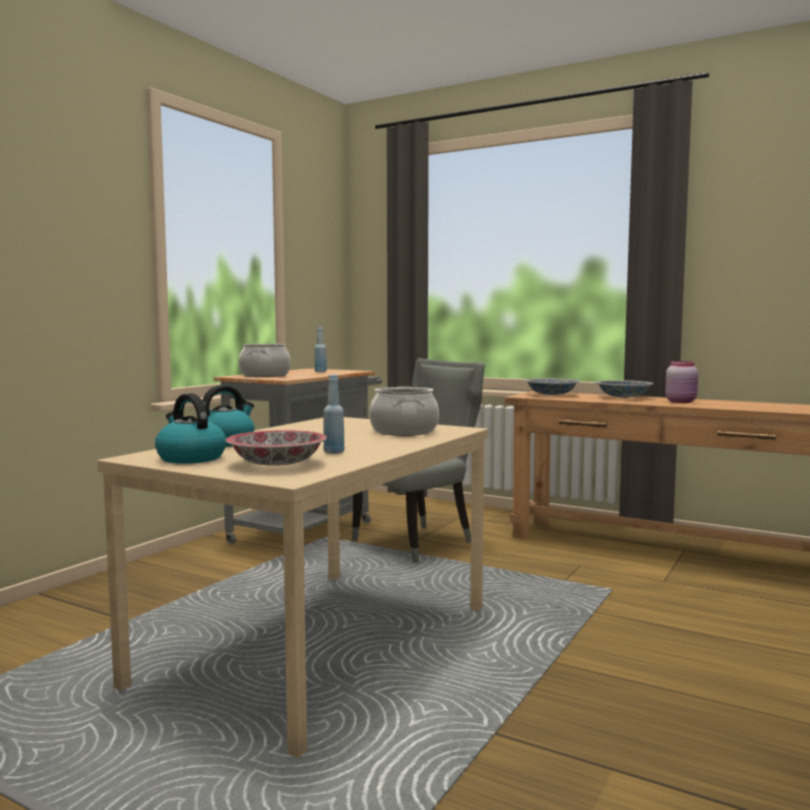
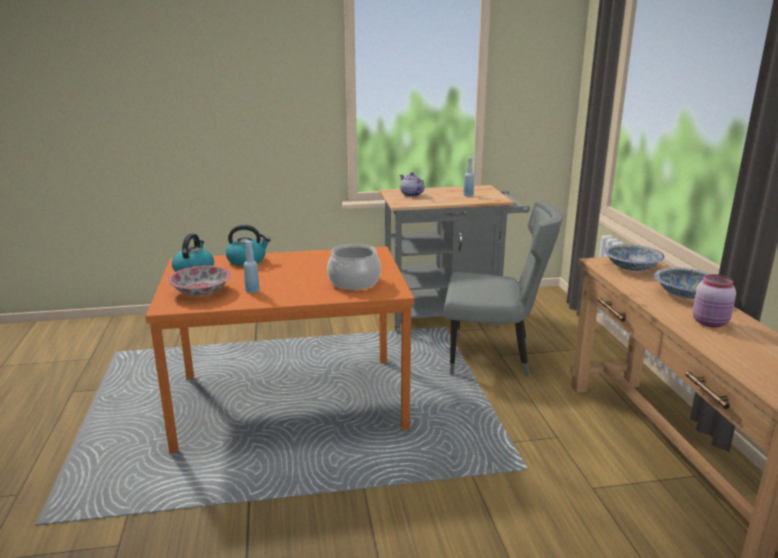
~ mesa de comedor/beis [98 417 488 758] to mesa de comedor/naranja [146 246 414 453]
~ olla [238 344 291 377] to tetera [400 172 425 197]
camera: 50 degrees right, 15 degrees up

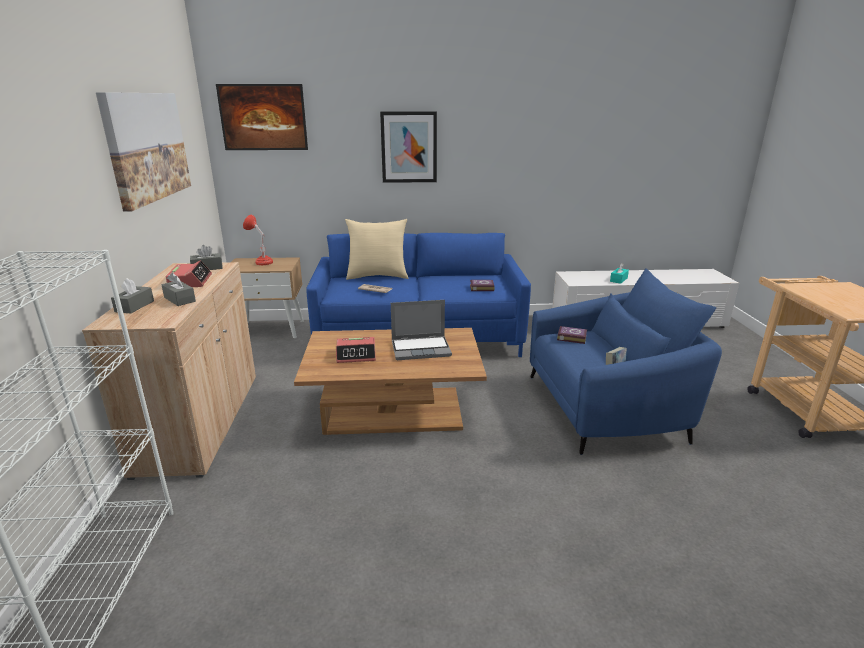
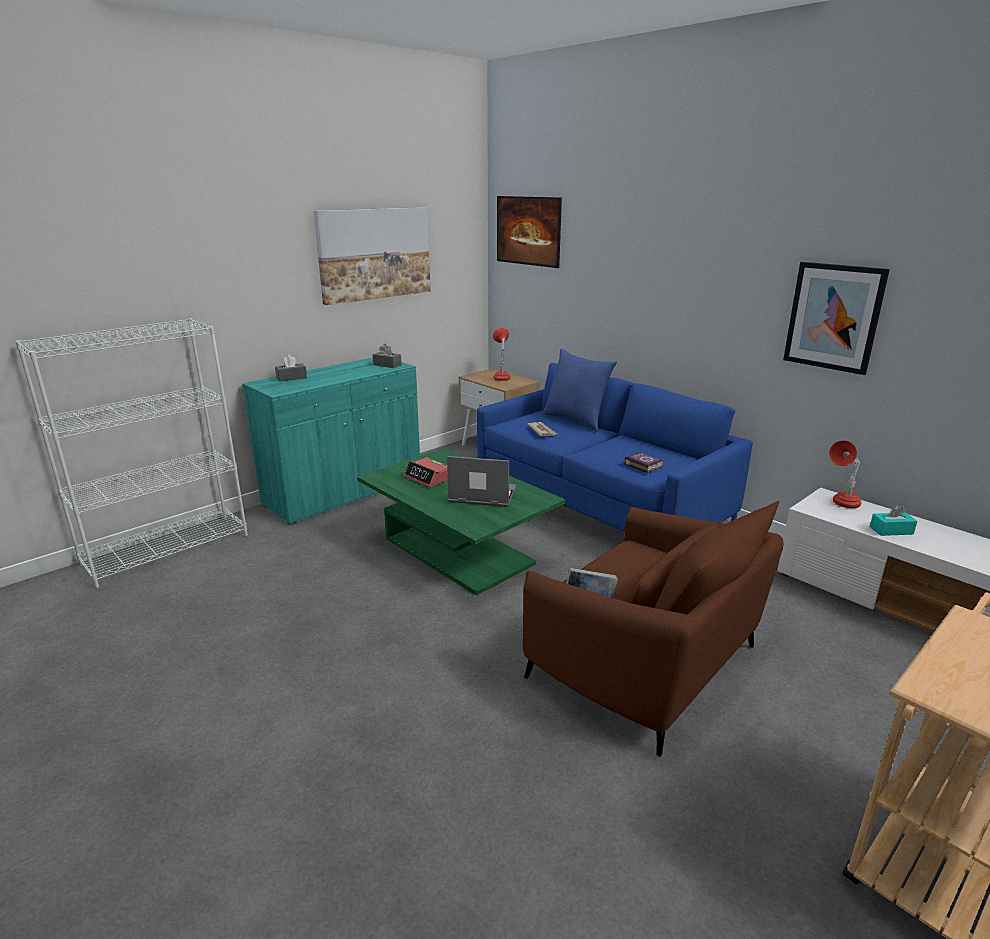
~ armario/beis [82 262 256 480] to armario/turquesa [242 358 420 525]
~ mesa de centro/marrón [294 328 487 435] to mesa de centro/verde [357 448 565 596]
~ portátil [391 300 452 360] = [447 456 516 507] 150 degrees clockwise
~ sillón/azul [530 268 722 455] to sillón/marrón [523 501 783 757]
~ cojín/beis [345 219 409 280] to cojín/azul [543 349 617 432]
~ cuadro [380 111 437 183] to [783 262 890 375]
+ lámpara de mesa/rojo [829 441 862 508]
- caja de pañuelos/gris [162 273 196 306]
- despertador [166 260 212 287]
- libro [557 326 587 344]
camera: 50 degrees right, 0 degrees up

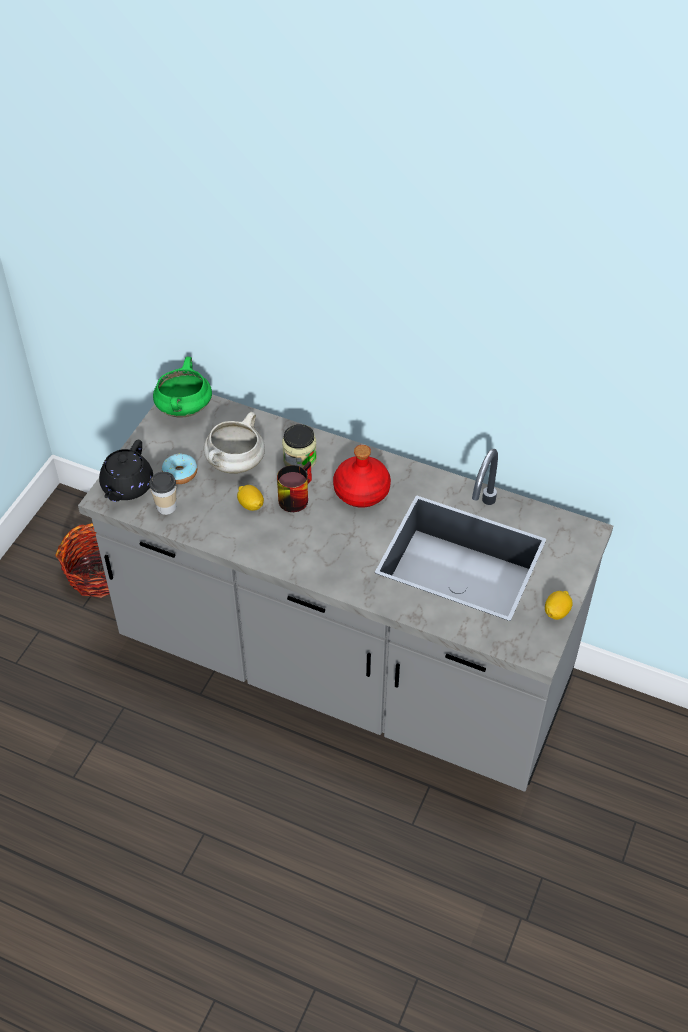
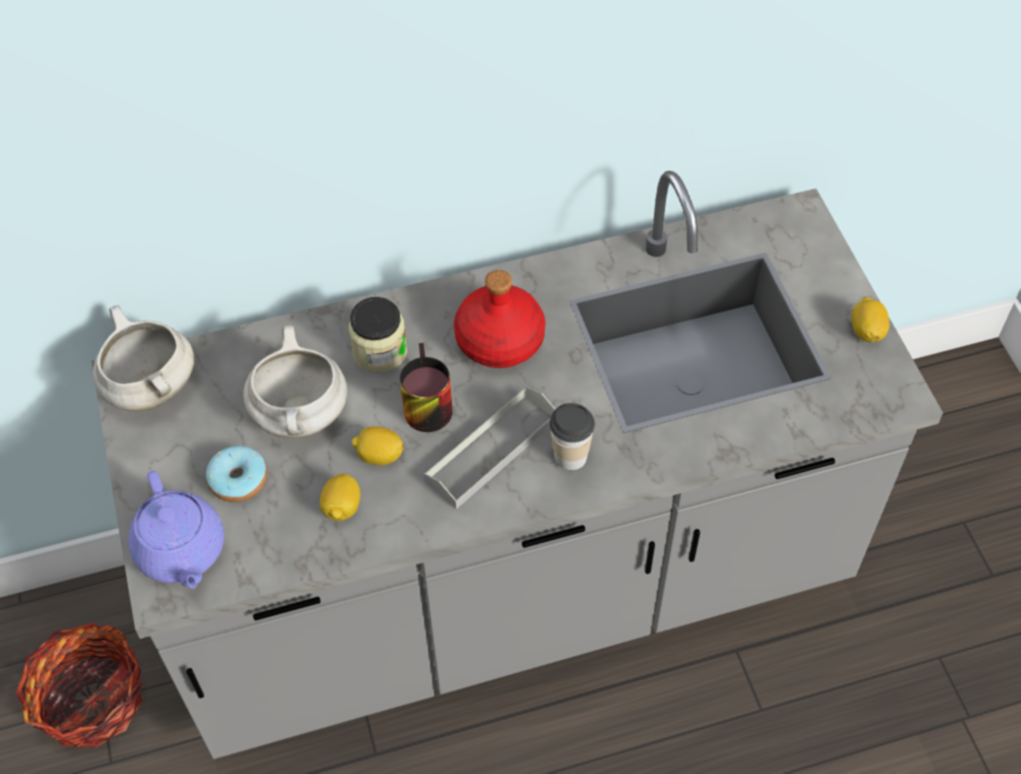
~ olla/verde [153 356 212 417] to olla/blanco [93 305 194 411]
~ tetera/negro [99 440 153 502] to tetera/morado [128 471 224 589]
+ limón [320 473 360 521]
+ bandeja/gris [424 386 555 509]
~ taza [149 472 176 515] to [550 403 595 470]
camera: 40 degrees left, 5 degrees up

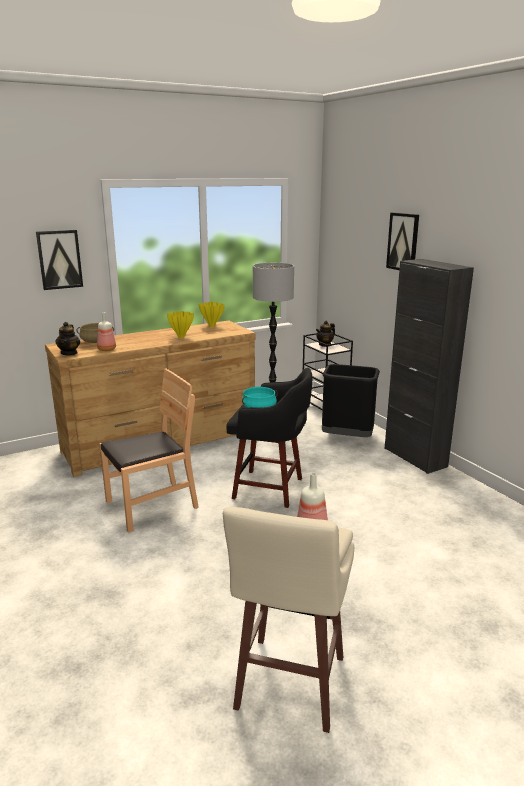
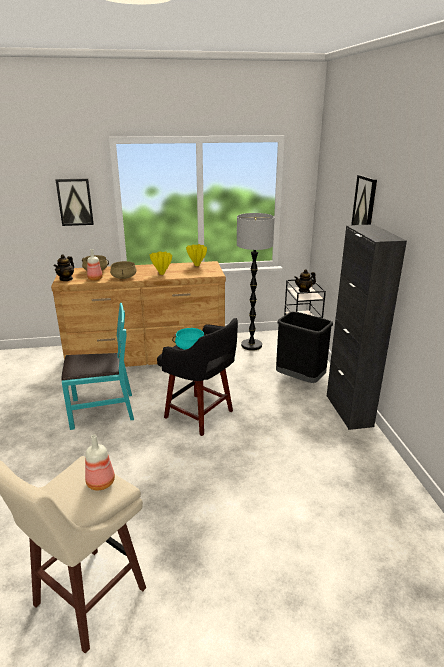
~ silla/marrón [99 368 199 533] to silla/turquesa [61 303 134 430]
+ olla/beis [110 261 137 279]
camera: 20 degrees right, 5 degrees up

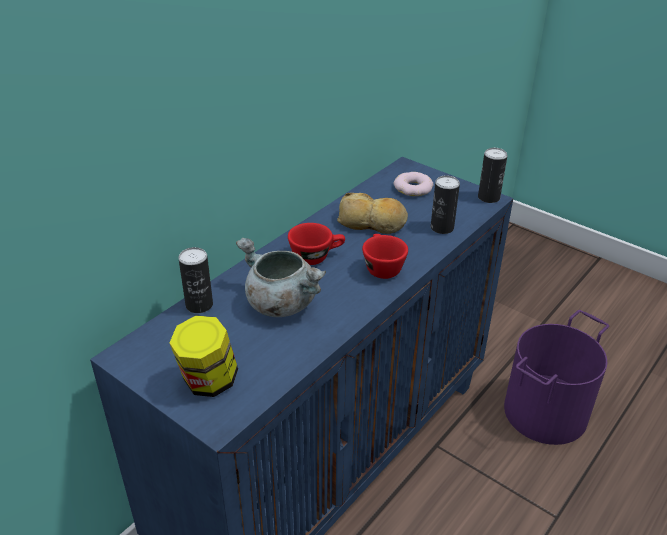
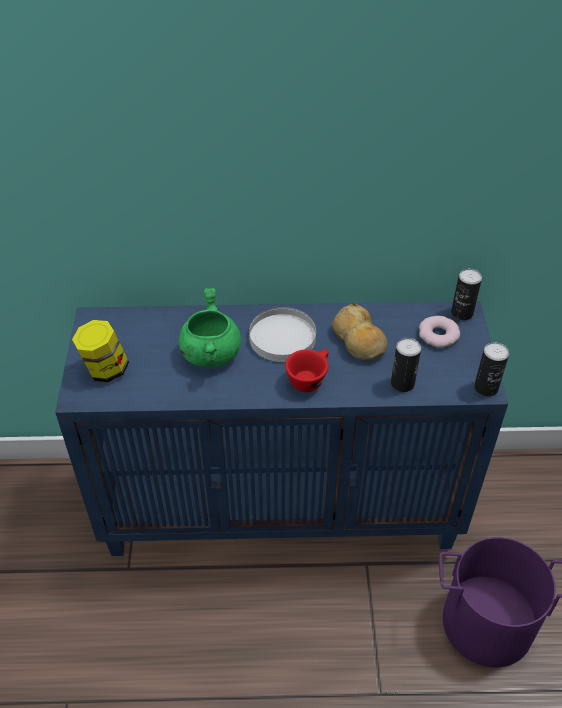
~ olla/gris [236 238 326 317] to olla/verde [178 288 241 367]
~ taza/rojo [288 223 345 265] to plato/blanco [249 307 316 362]
~ lata [178 247 213 313] to [451 268 482 321]
camera: 50 degrees right, 10 degrees up

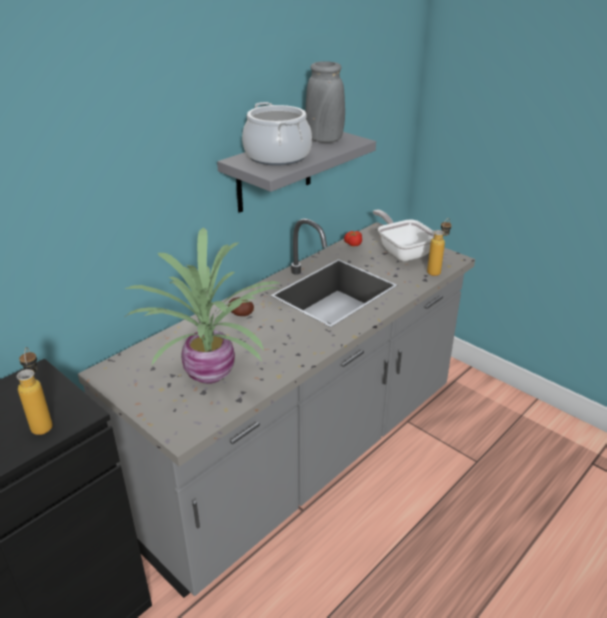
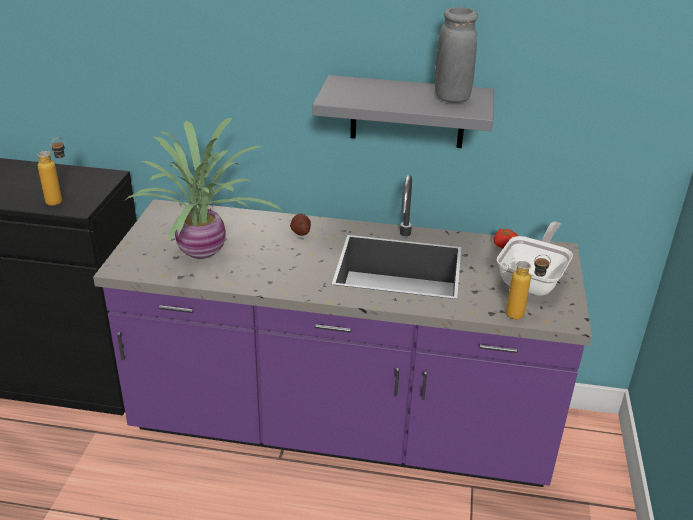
~ mueble bajo de cocina/gris [78 218 475 598] to mueble bajo de cocina/morado [93 175 592 487]
- olla [242 102 312 166]
camera: 55 degrees right, 0 degrees up

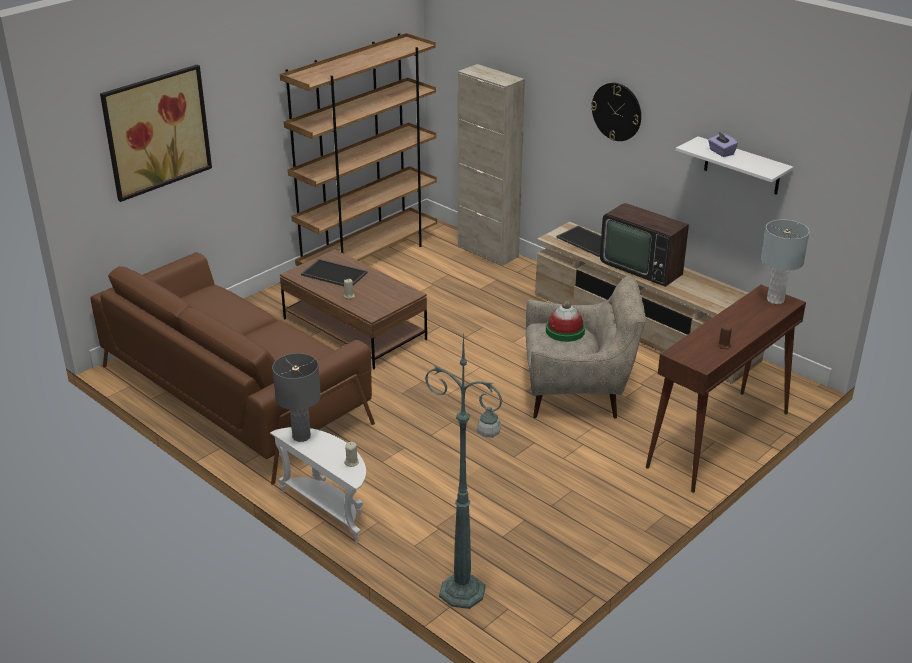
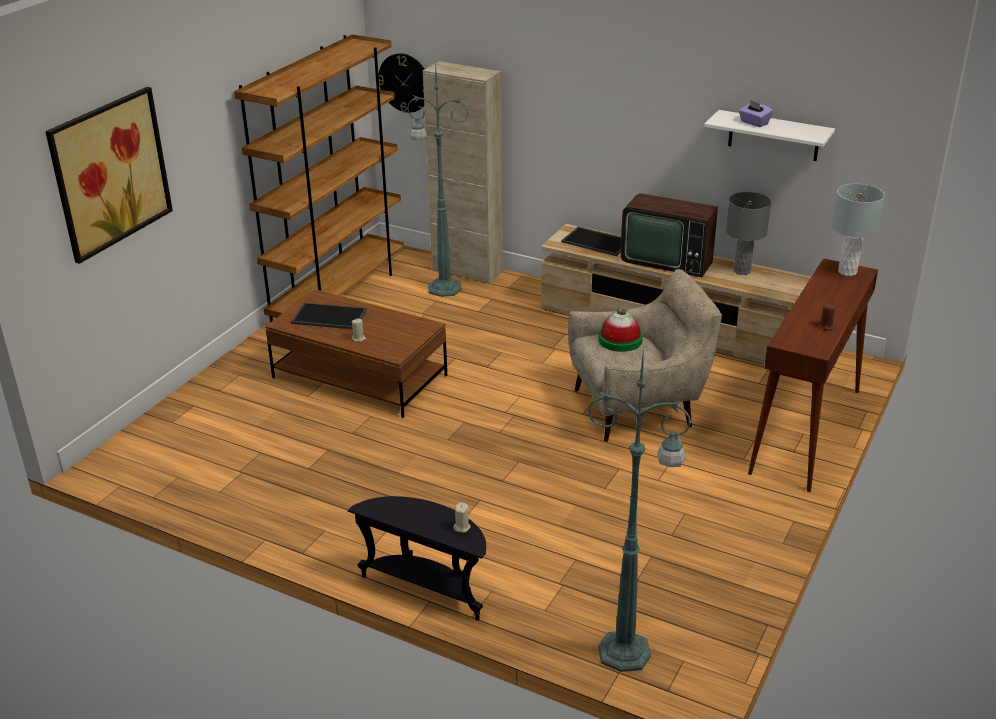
~ mesa auxiliar/blanco [270 427 366 543] to mesa auxiliar/negro [348 496 486 620]
~ reloj de pared [591 83 641 141] to [379 53 424 113]
+ lámpara de pie/verde [407 71 469 297]
~ lámpara de mesa/gris [272 353 321 442] to [726 192 771 275]
- sofá/marrón [91 252 375 485]
camera: 15 degrees left, 0 degrees up

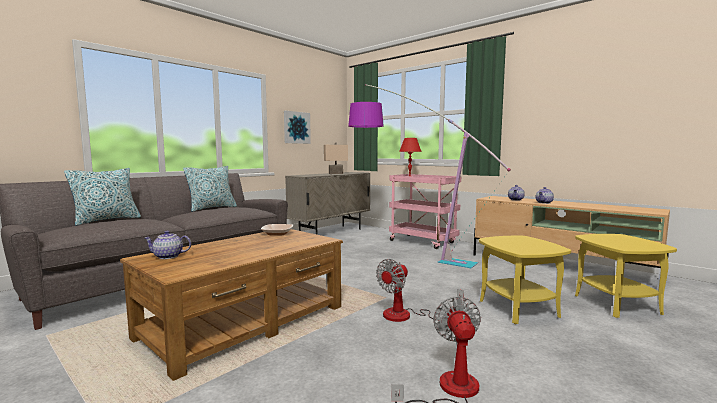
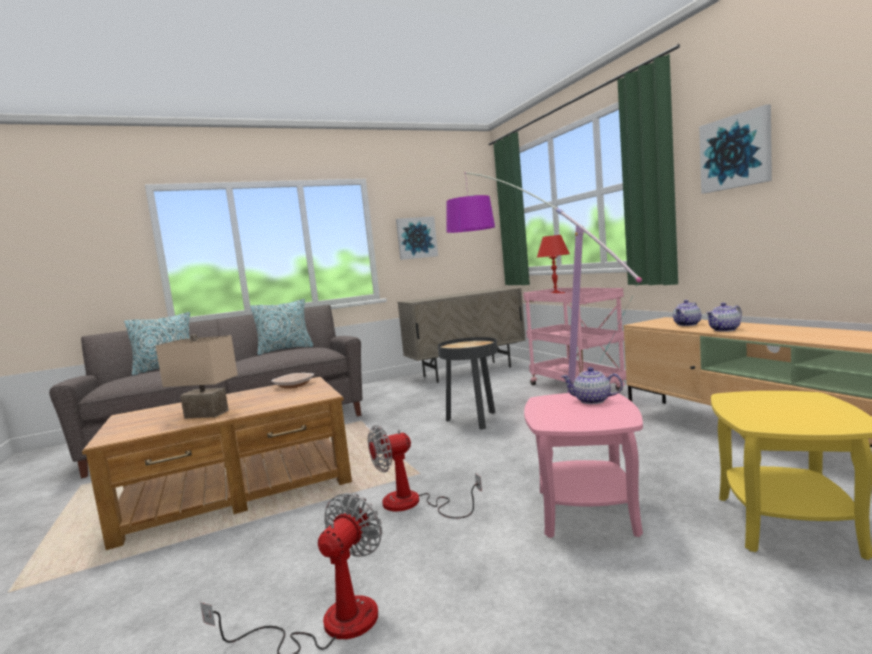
~ lámpara de mesa/beis [324 143 348 174] to [155 334 238 419]
+ mesa auxiliar/negro [438 337 498 430]
~ mesa auxiliar/amarillo [479 236 571 324] to mesa auxiliar/rosa [524 392 643 538]
~ tetera [144 231 191 259] to [561 367 623 404]
+ cuadro [699 104 772 194]
camera: 25 degrees right, 0 degrees up

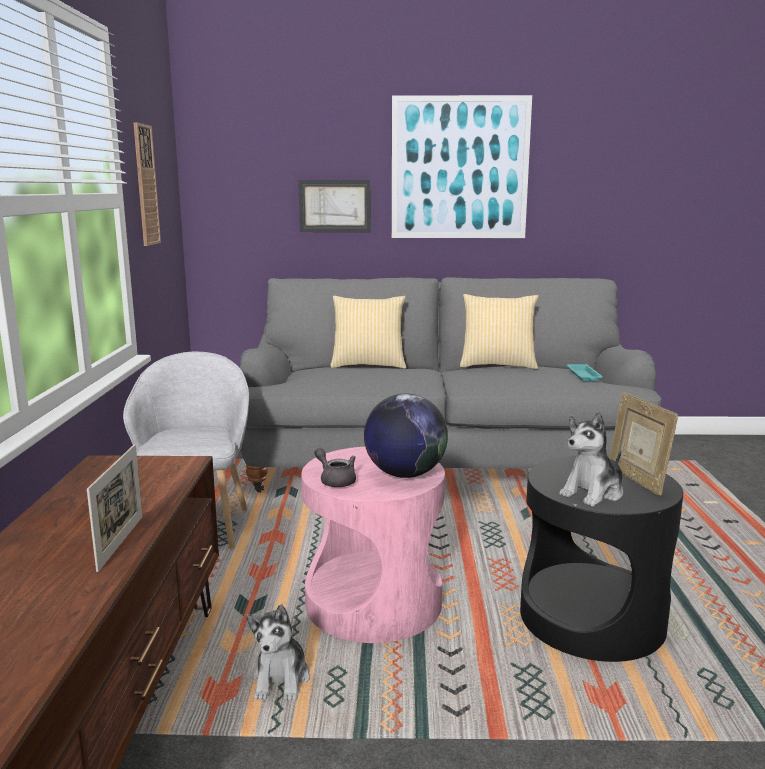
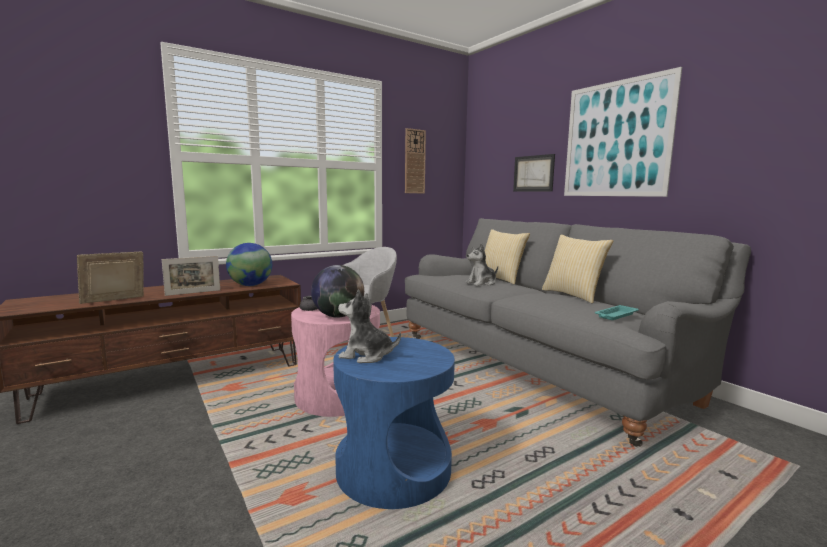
~ portarretratos [609 392 678 496] to [77 252 144 304]
+ globo terráqueo [226 243 272 286]
~ mesa auxiliar/negro [520 456 683 662] to mesa auxiliar/azul [333 337 455 509]
~ peluche [246 604 310 701] to [465 243 498 286]
camera: 55 degrees right, 5 degrees down

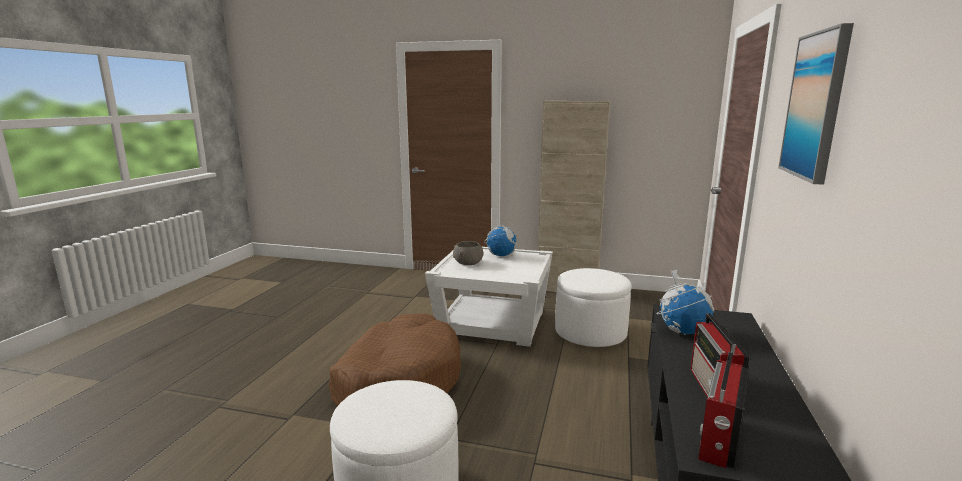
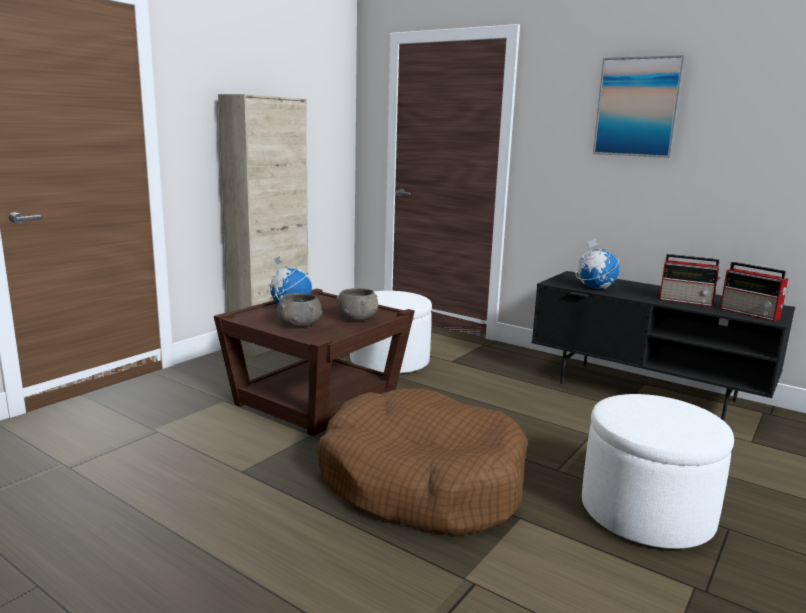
~ mesa auxiliar/blanco [425 247 553 347] to mesa auxiliar/marrón [214 289 415 436]
+ cuenco/gris [336 288 378 321]
camera: 70 degrees left, 0 degrees up

